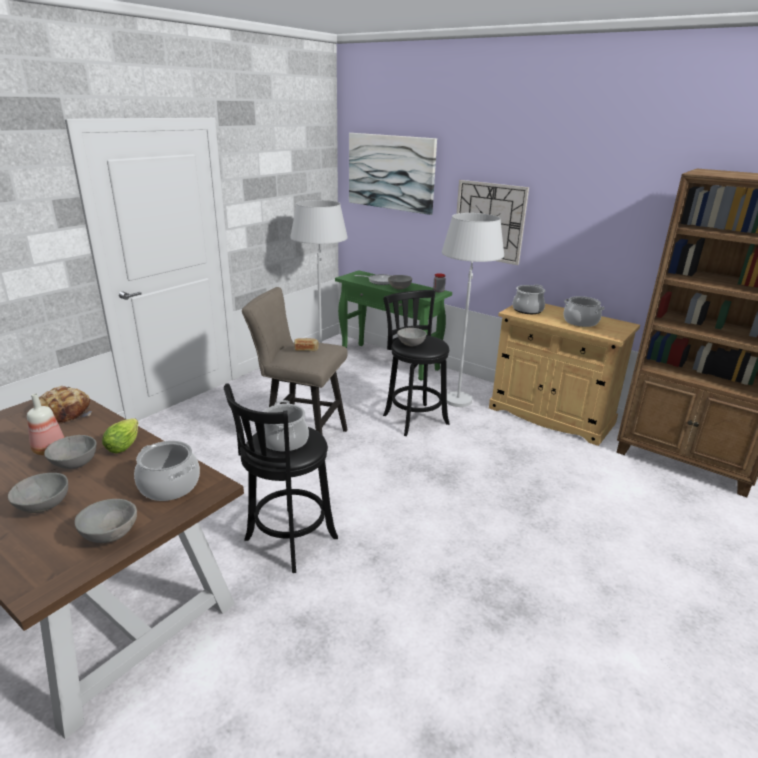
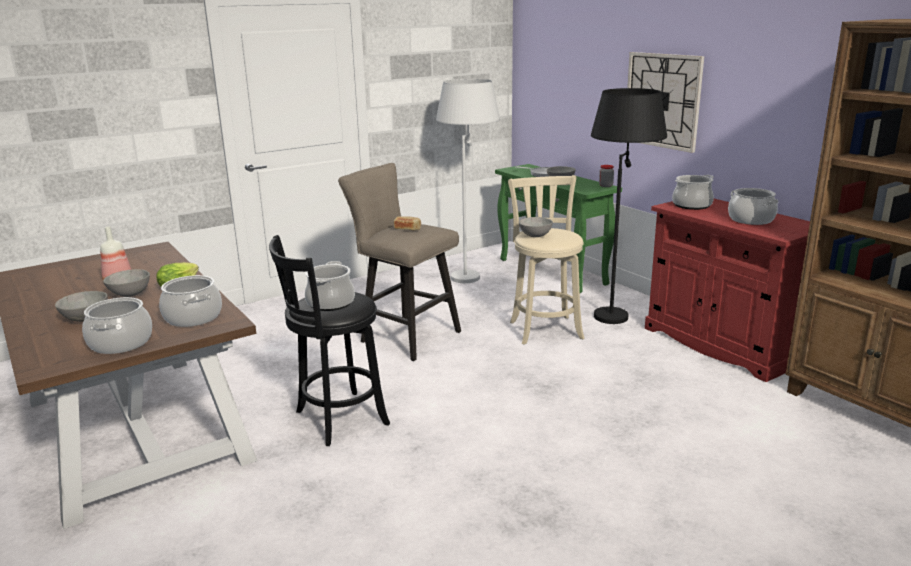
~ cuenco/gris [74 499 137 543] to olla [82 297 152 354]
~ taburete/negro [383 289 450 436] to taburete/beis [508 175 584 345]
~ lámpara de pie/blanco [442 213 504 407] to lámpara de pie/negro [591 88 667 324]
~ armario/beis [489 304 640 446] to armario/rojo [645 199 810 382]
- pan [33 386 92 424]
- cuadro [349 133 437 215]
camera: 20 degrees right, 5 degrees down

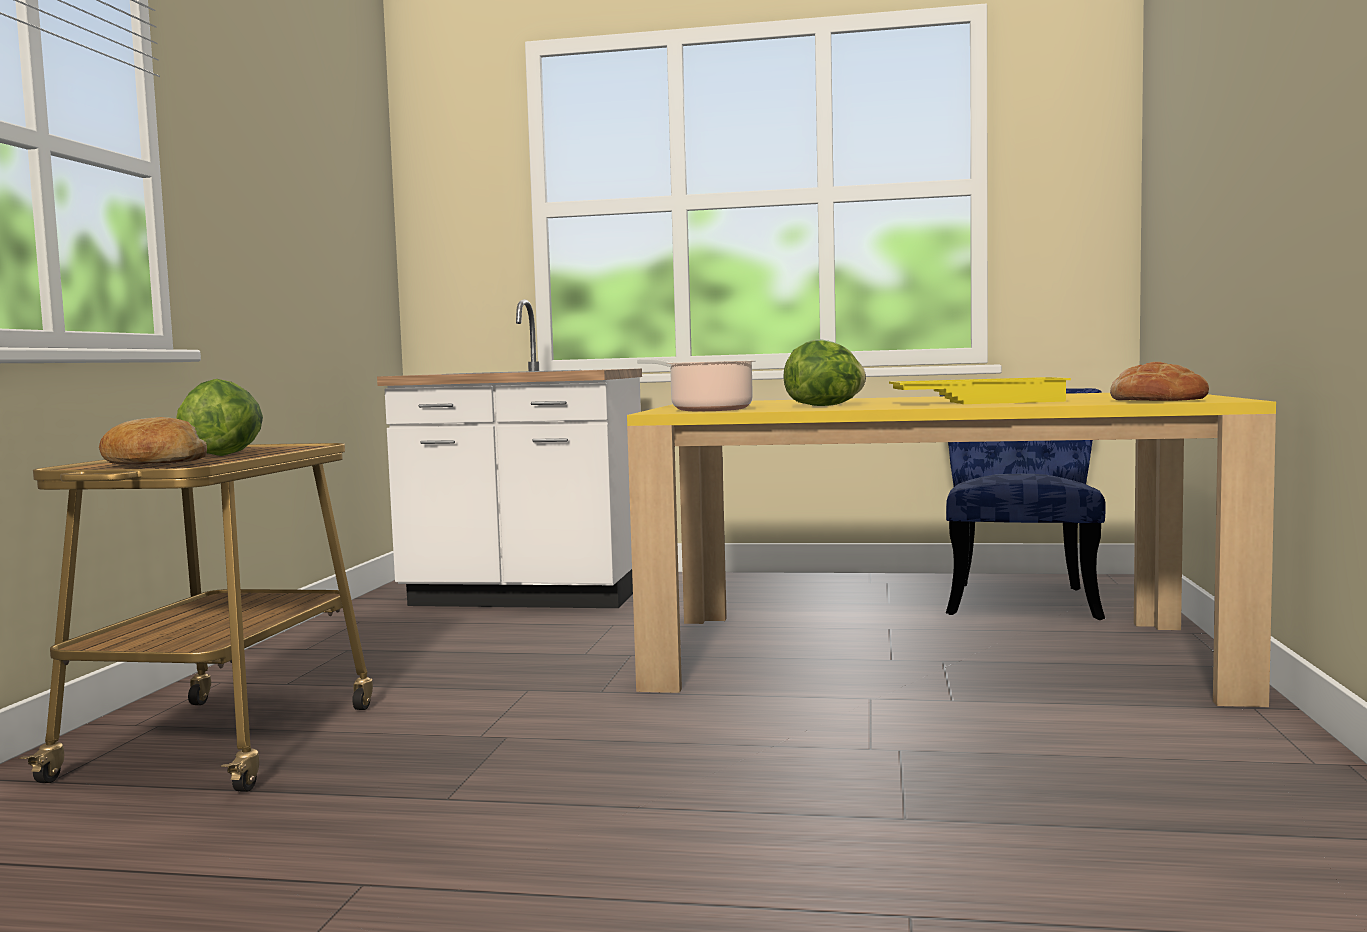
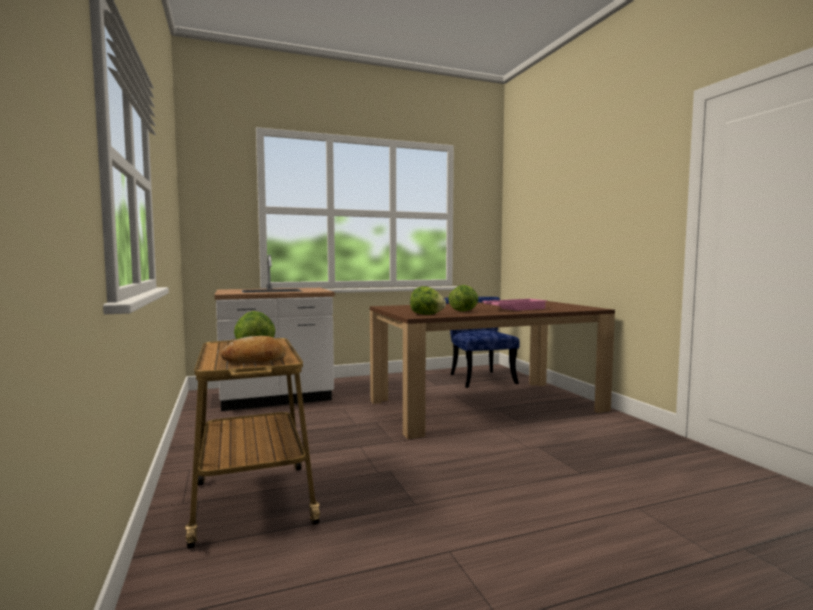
~ mesa de comedor/amarillo [627 393 1276 707] to mesa de comedor/marrón [370 301 615 439]
~ olla [637 359 756 411] to lechuga [410 286 446 315]
~ bandeja/amarillo [889 377 1071 404] to bandeja/rosa [482 299 547 311]
- pan [1110 362 1209 401]
camera: 30 degrees left, 0 degrees up

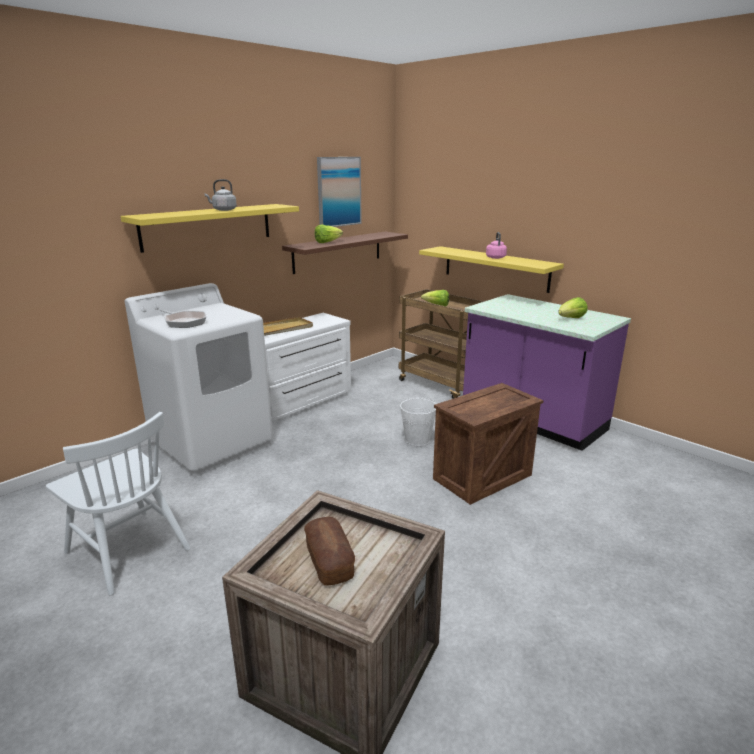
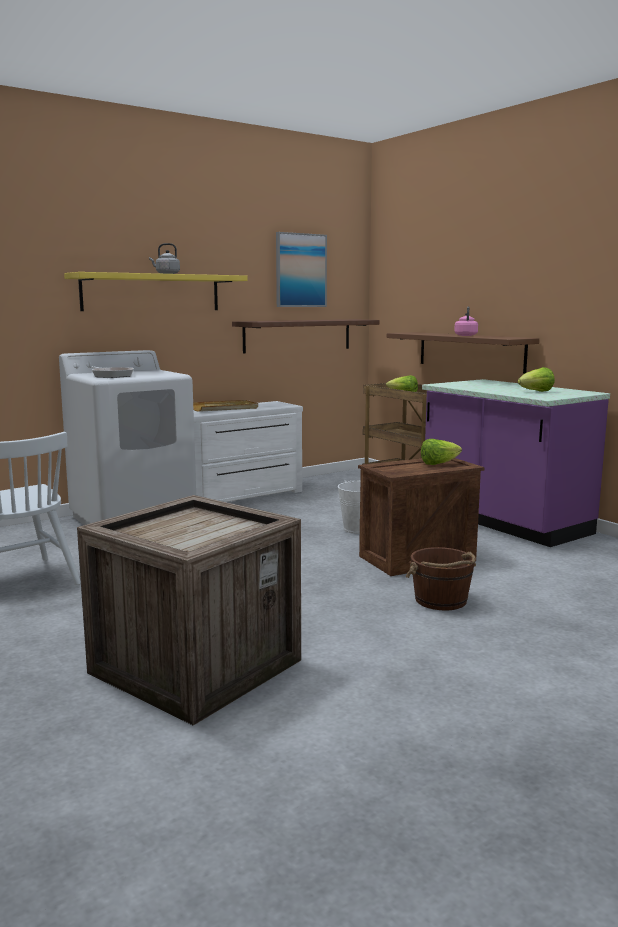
~ estante/amarillo [419 246 564 293] to estante/marrón [387 332 539 374]
+ cubo/marrón [406 547 476 610]
~ lechuga [315 225 343 243] to [421 439 462 465]
- pan [304 517 355 586]
camera: 10 degrees right, 10 degrees down

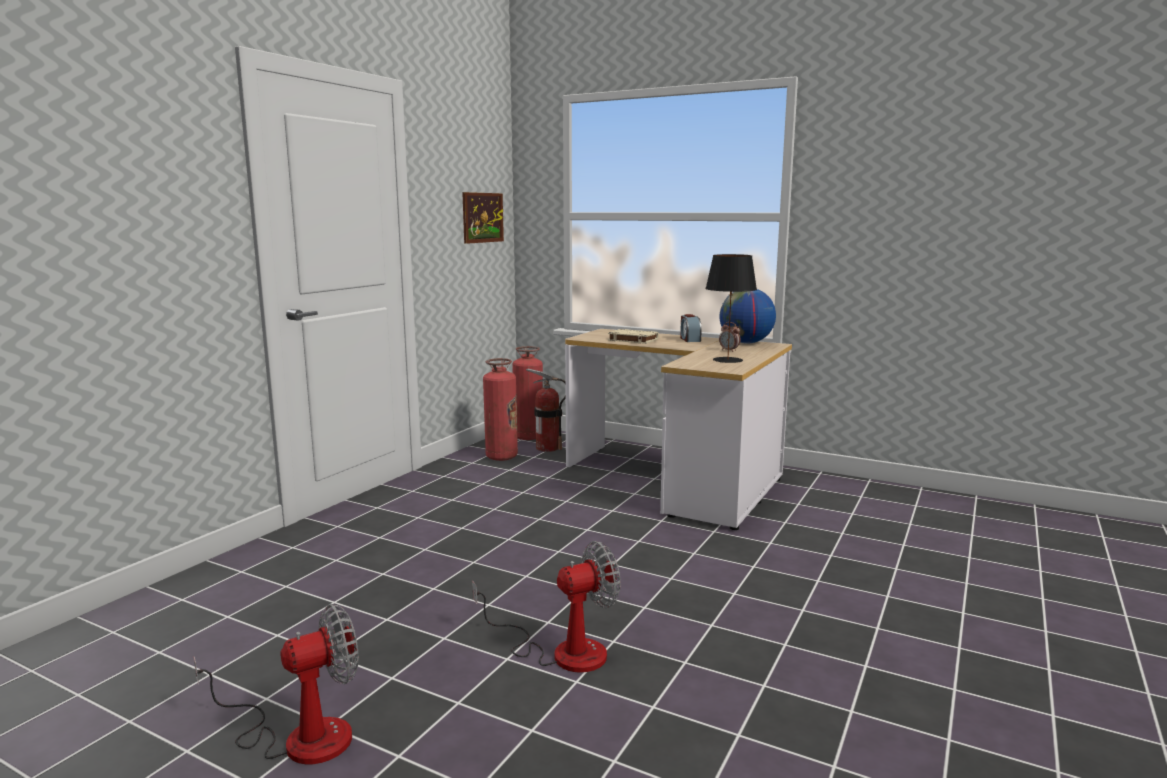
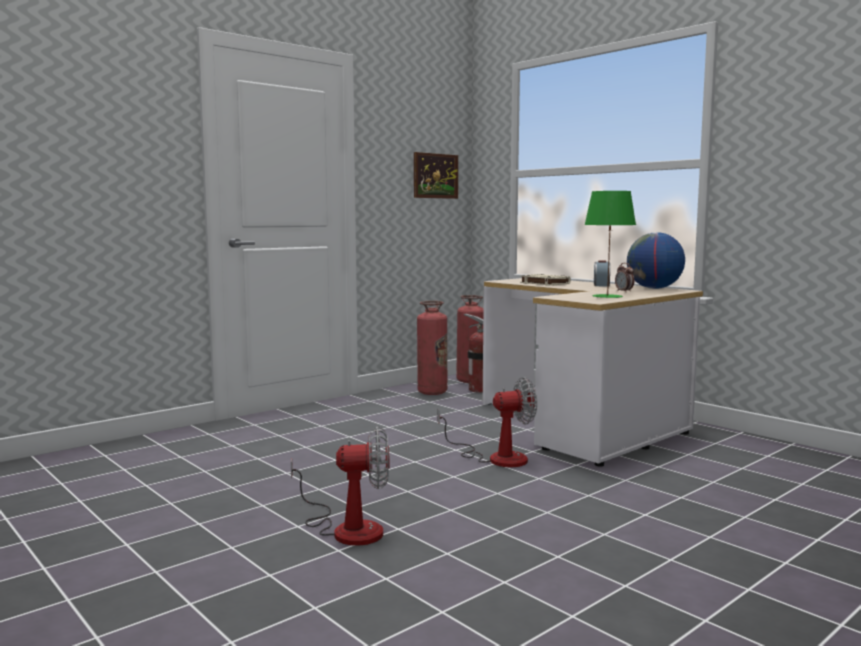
~ ventilador [194 604 359 764] to [438 377 537 467]
~ lámpara de mesa/negro [705 254 757 363] to lámpara de mesa/verde [584 191 636 298]
camera: 20 degrees right, 5 degrees down

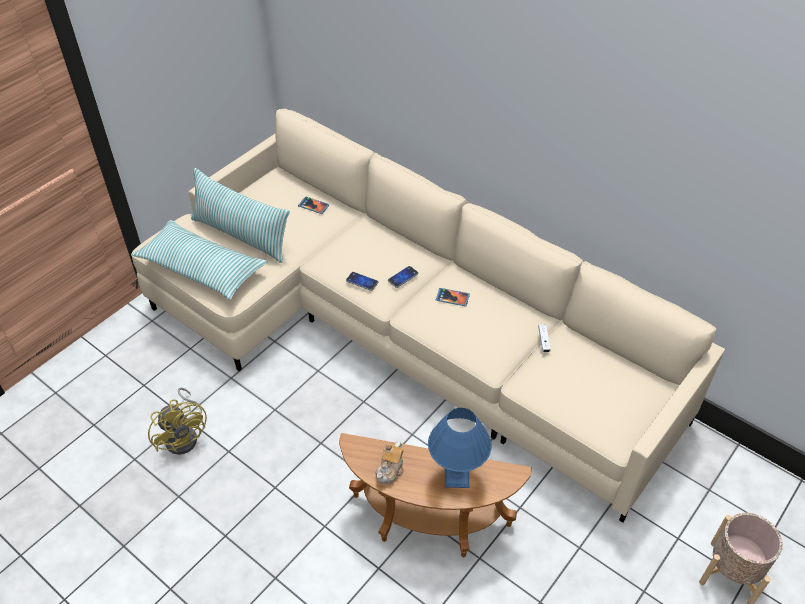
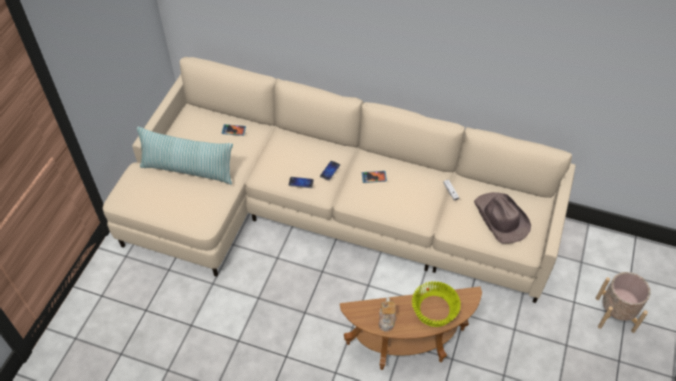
~ lámpara de mesa/azul [428 408 492 488] to cuenco/amarillo [412 281 461 327]
+ sombrero/marrón [474 192 531 244]
- cojín [132 220 267 300]
- ventilador/amarillo [148 388 207 455]
camera: 20 degrees left, 5 degrees up

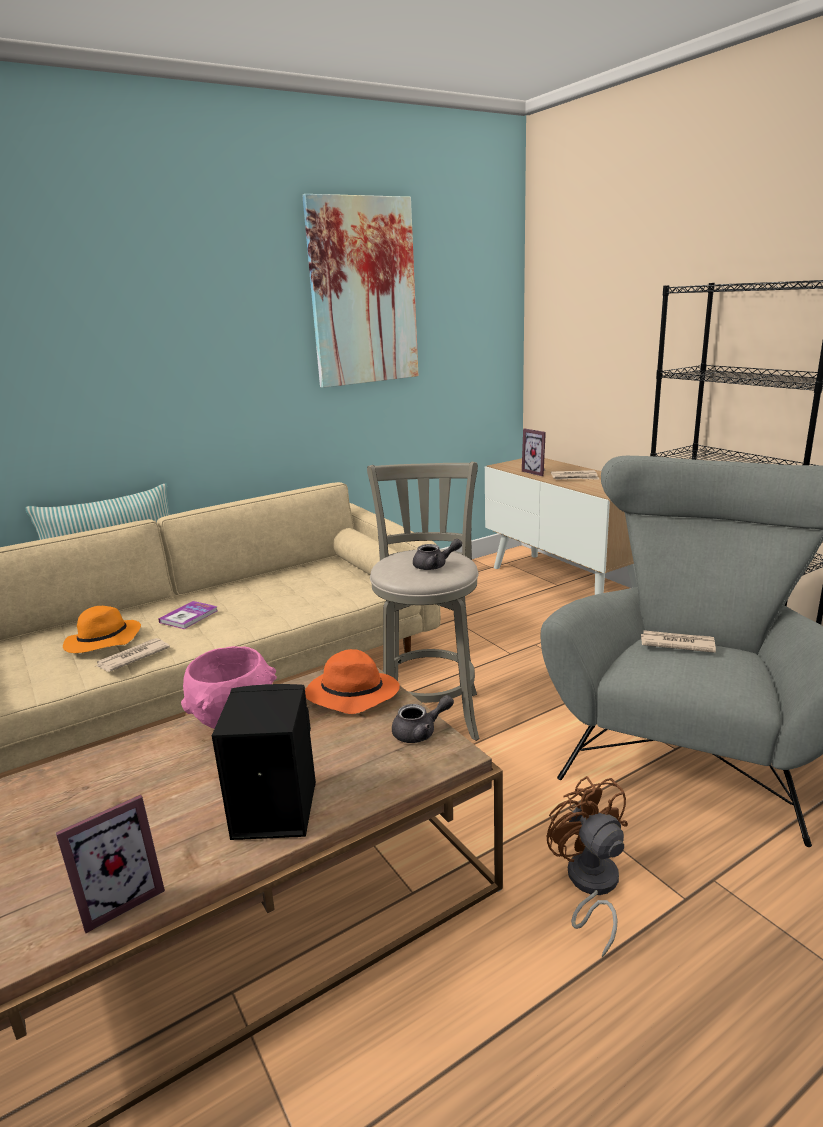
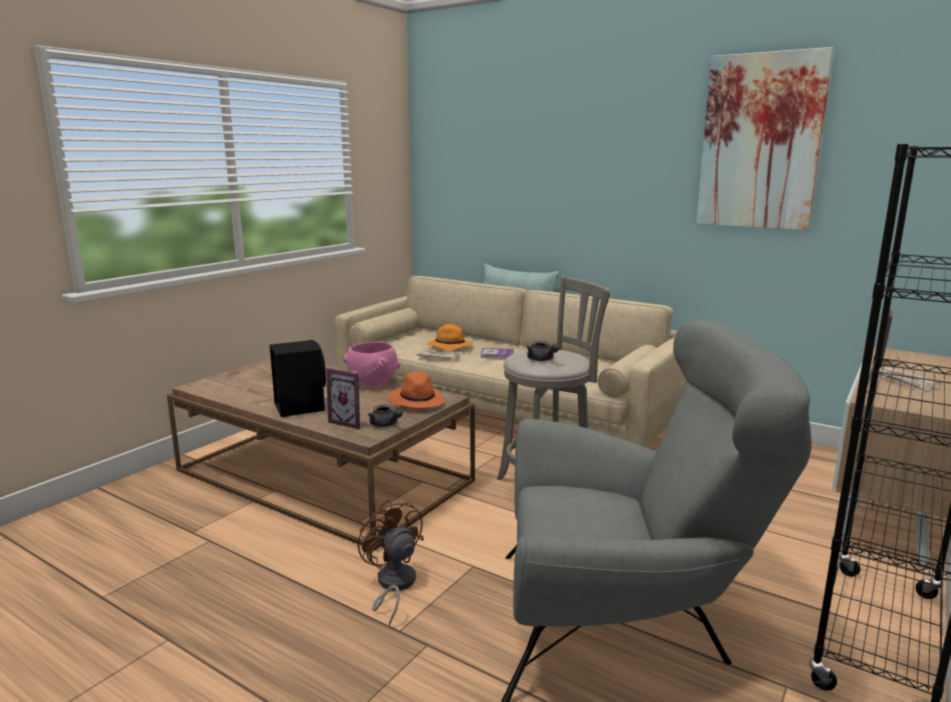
~ portarretratos [56 795 165 933] to [326 368 360 429]
~ ventilador/marrón [547 776 628 957] = [358 500 424 626] 75 degrees counterclockwise
- periódico [641 630 716 653]
camera: 65 degrees right, 5 degrees down

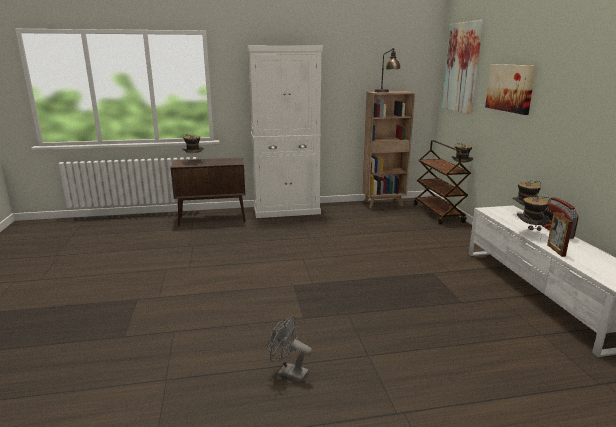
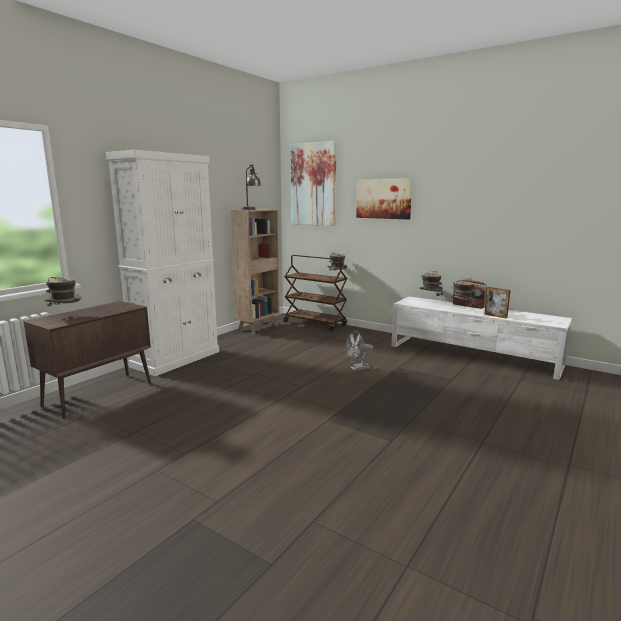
~ ventilador/gris [267 316 312 382] to [345 331 373 371]
camera: 45 degrees left, 5 degrees down

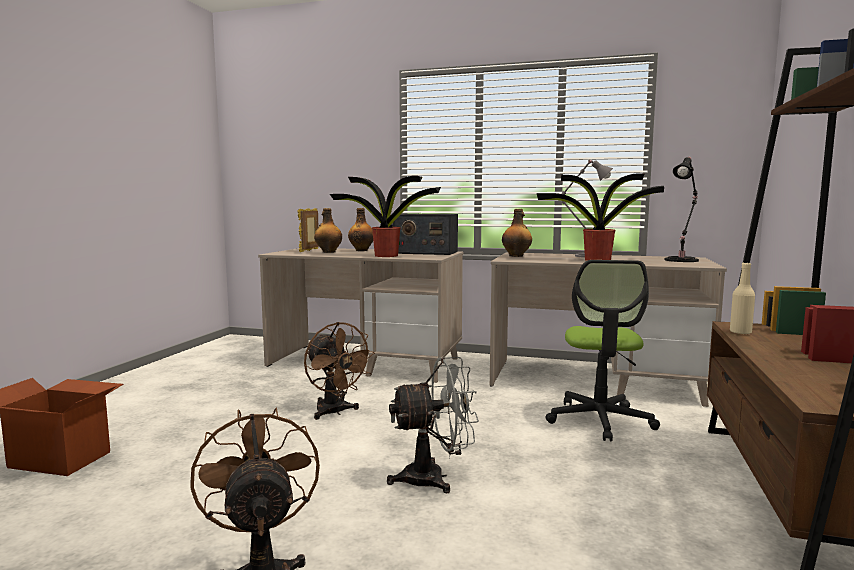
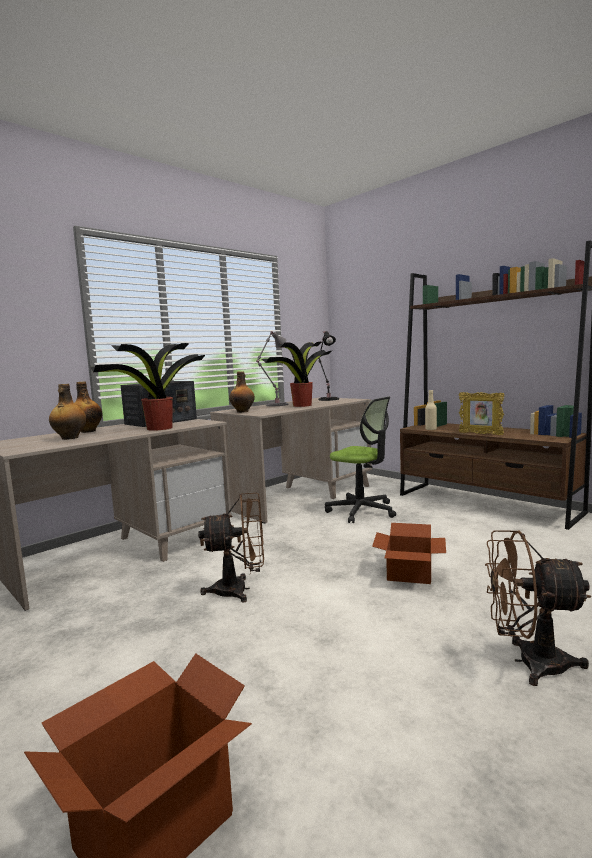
~ ventilador/gris [387 357 479 493] to caja de cartón [372 523 446 584]
~ portarretratos [298 208 319 252] to [459 392 505 435]
camera: 60 degrees left, 0 degrees up

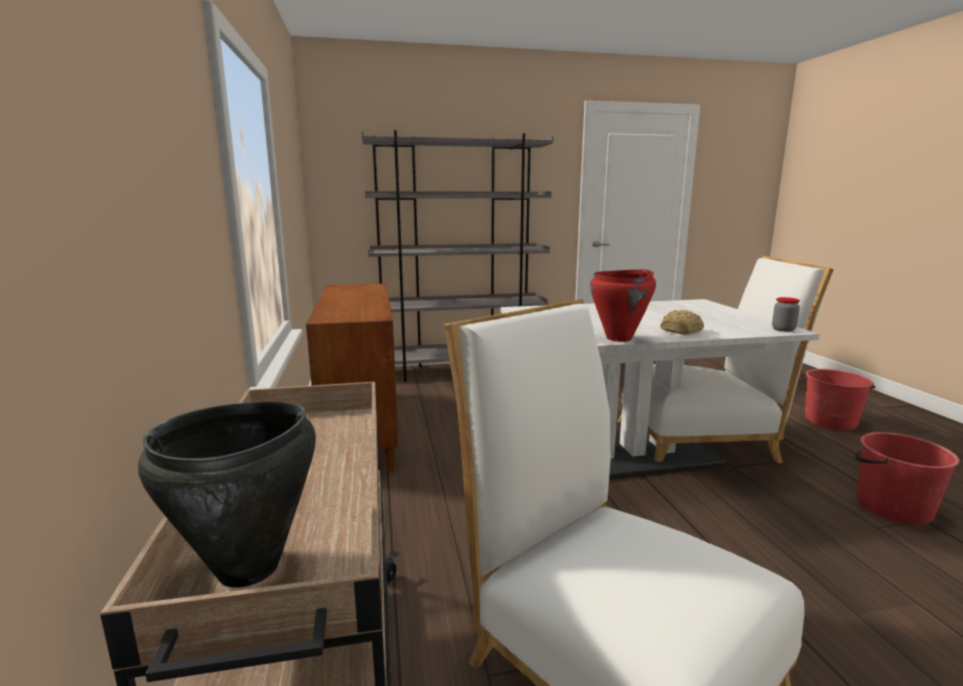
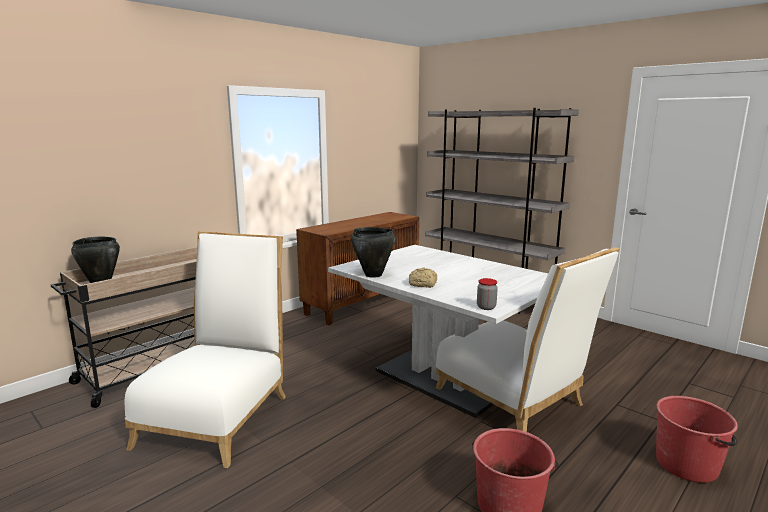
~ olla/rojo [590 269 656 342] to olla/negro [351 227 396 278]
camera: 55 degrees right, 0 degrees up

